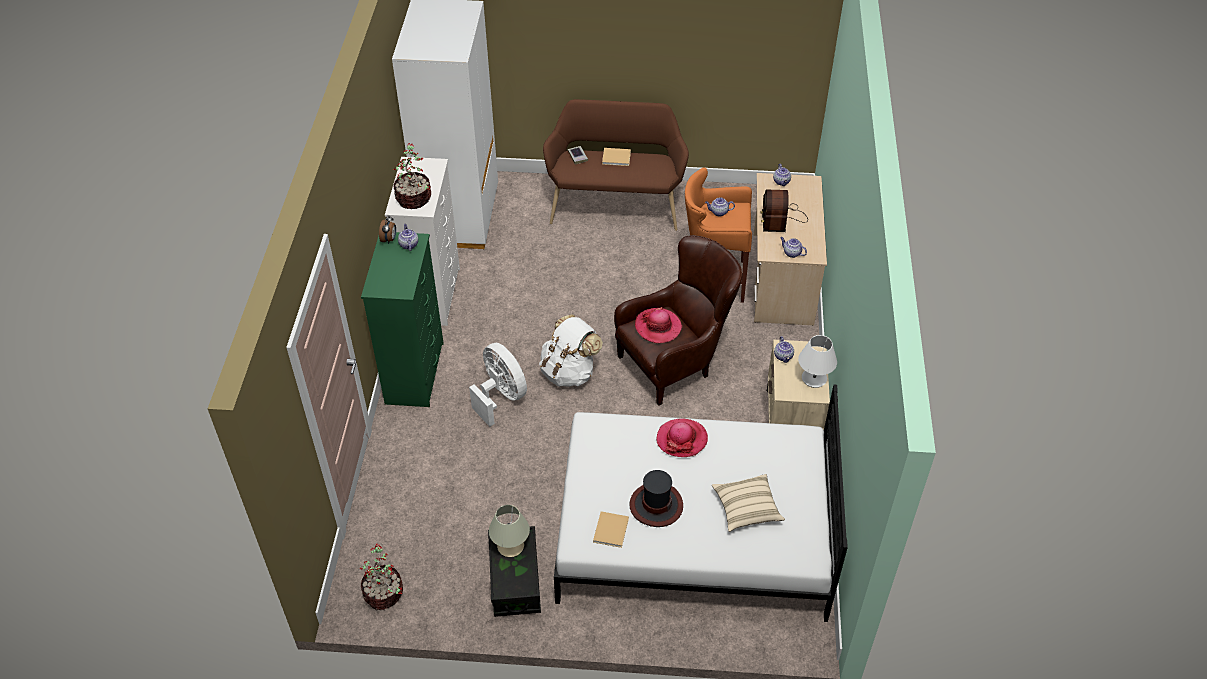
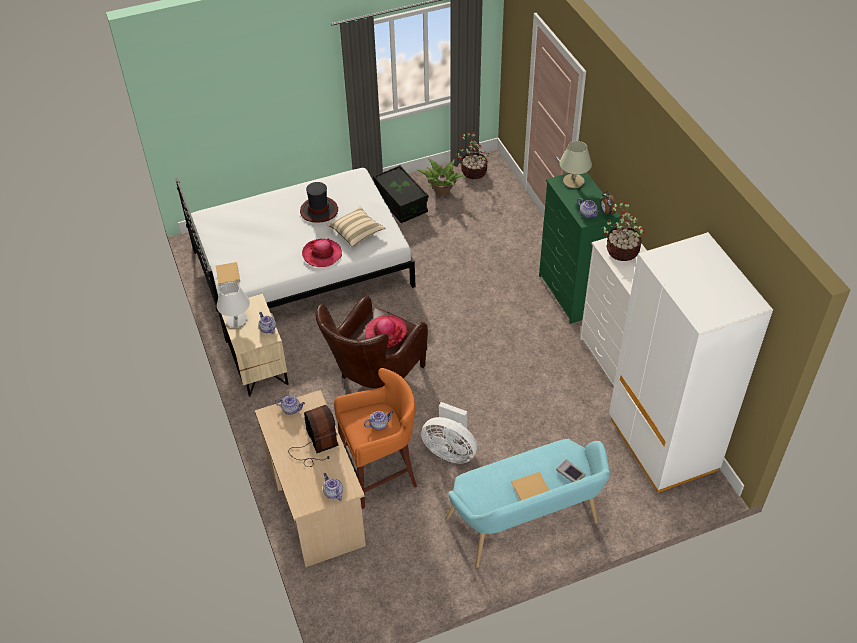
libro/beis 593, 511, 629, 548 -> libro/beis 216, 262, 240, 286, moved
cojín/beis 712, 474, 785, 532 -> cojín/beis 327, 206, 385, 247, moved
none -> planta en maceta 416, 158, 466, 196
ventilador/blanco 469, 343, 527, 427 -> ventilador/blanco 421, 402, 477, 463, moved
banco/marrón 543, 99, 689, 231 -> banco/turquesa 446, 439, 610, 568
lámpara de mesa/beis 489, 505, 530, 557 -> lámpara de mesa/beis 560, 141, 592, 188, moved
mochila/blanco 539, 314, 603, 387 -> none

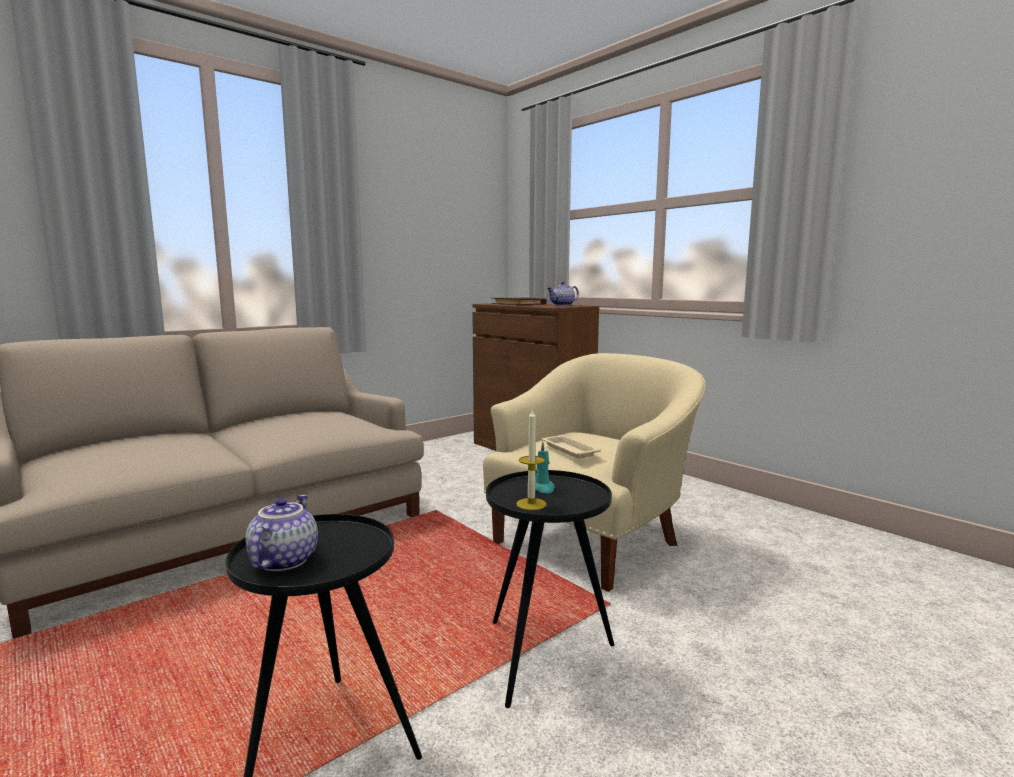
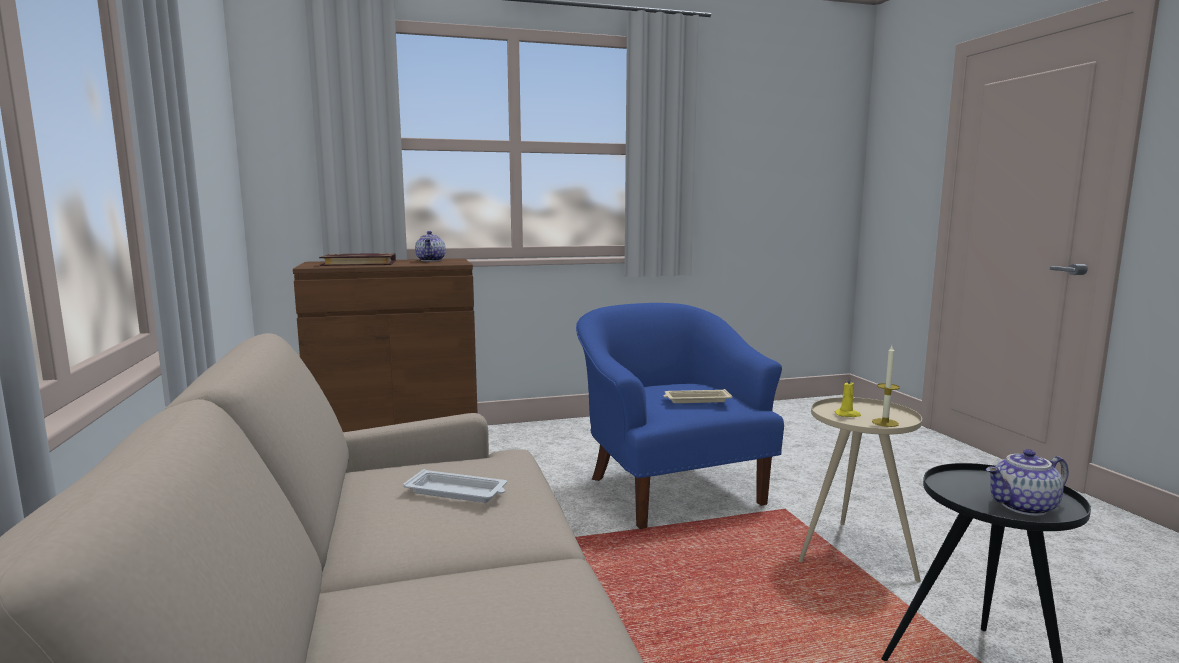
none -> bandeja/blanco 403, 469, 507, 503
sillón/beis 483, 353, 706, 592 -> sillón/azul 576, 303, 784, 529
mesa auxiliar/negro 486, 470, 614, 708 -> mesa auxiliar/beis 799, 397, 922, 583
vela/turquesa 535, 442, 555, 494 -> vela/amarillo 834, 375, 861, 417
tetera 246, 495, 318, 571 -> tetera 986, 449, 1069, 516, 45 degrees counterclockwise

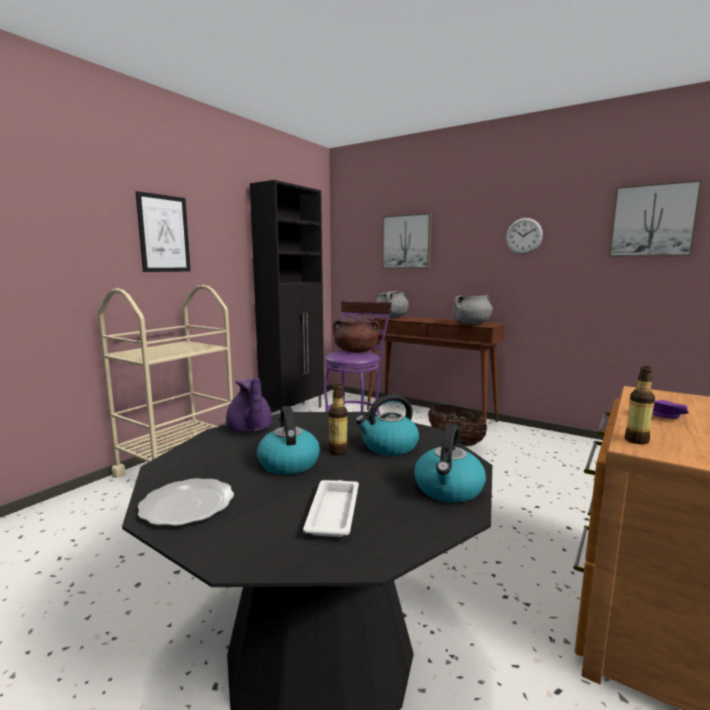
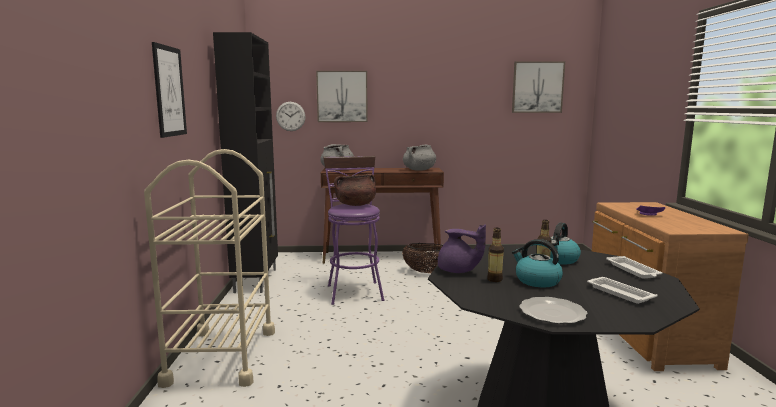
reloj de pared 506, 218, 543, 254 -> reloj de pared 276, 102, 306, 131, moved
botella 625, 366, 655, 444 -> botella 487, 228, 504, 282, moved
hervidor 414, 424, 486, 503 -> bandeja/blanco 606, 256, 662, 279

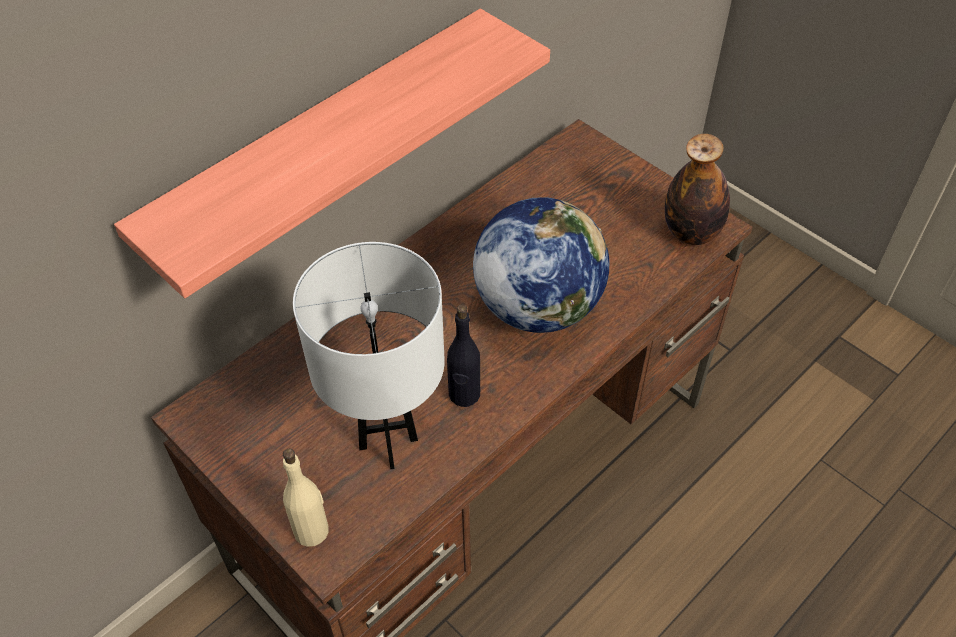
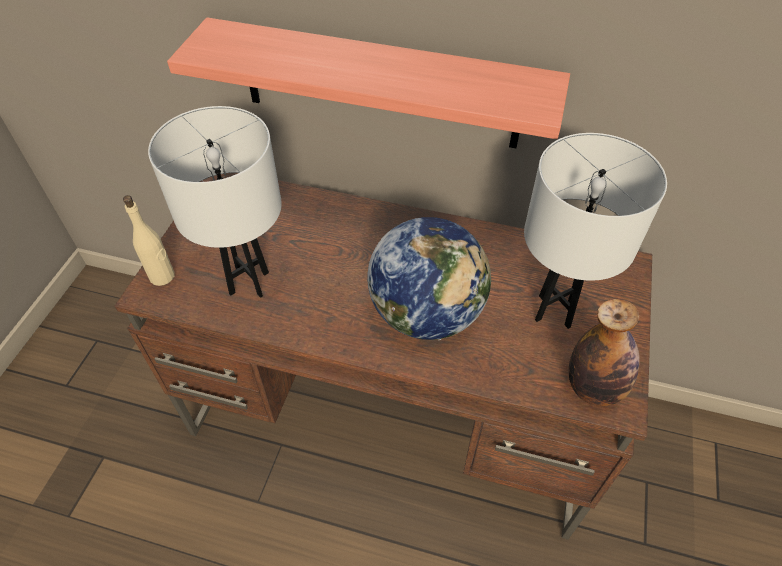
none -> lámpara de mesa/blanco 524, 133, 667, 329
botella/negro 447, 304, 480, 407 -> none

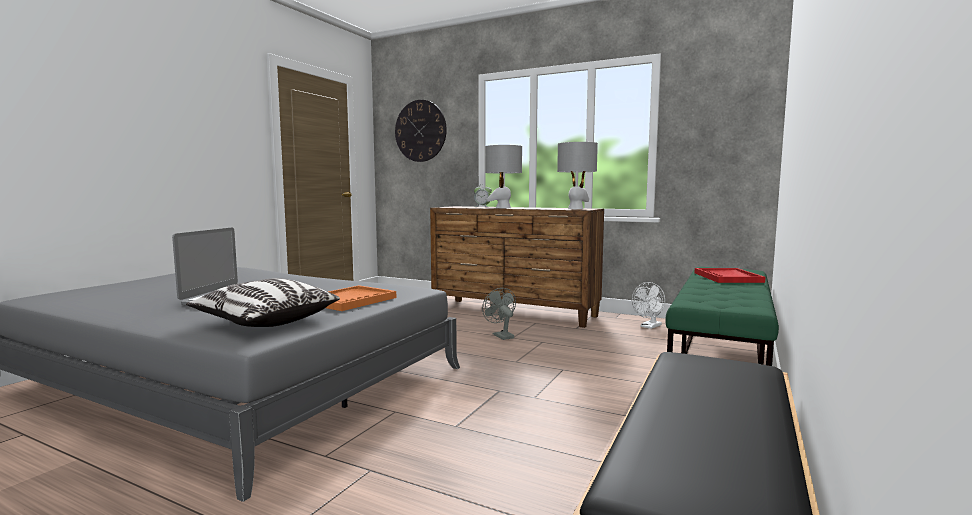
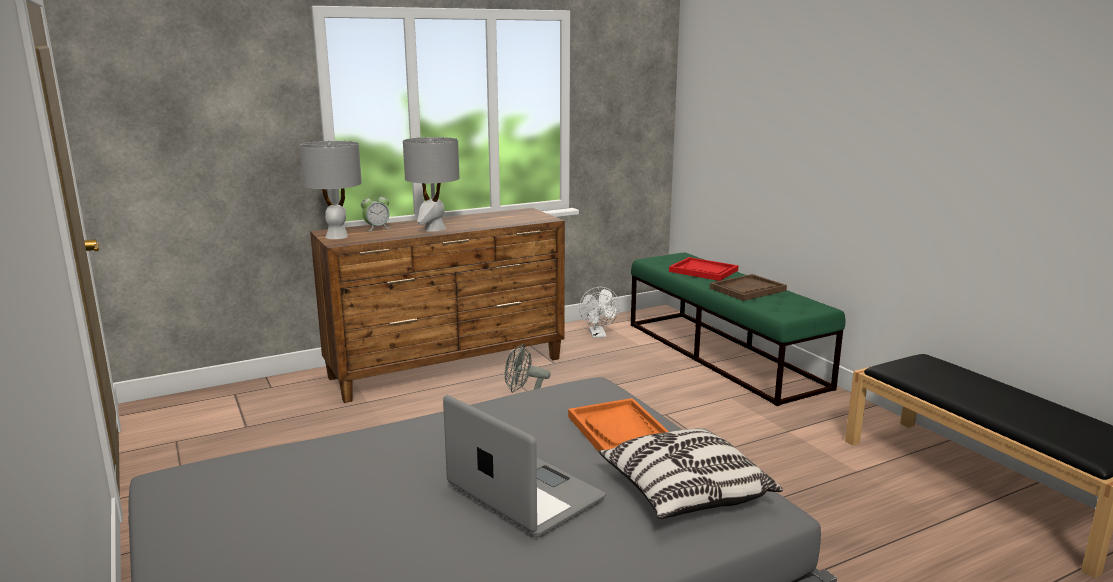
lámpara de mesa/gris 557, 142, 598, 209 -> lámpara de mesa/gris 300, 141, 362, 239, moved
none -> bandeja/marrón 710, 274, 787, 301
reloj de pared 395, 100, 447, 162 -> none

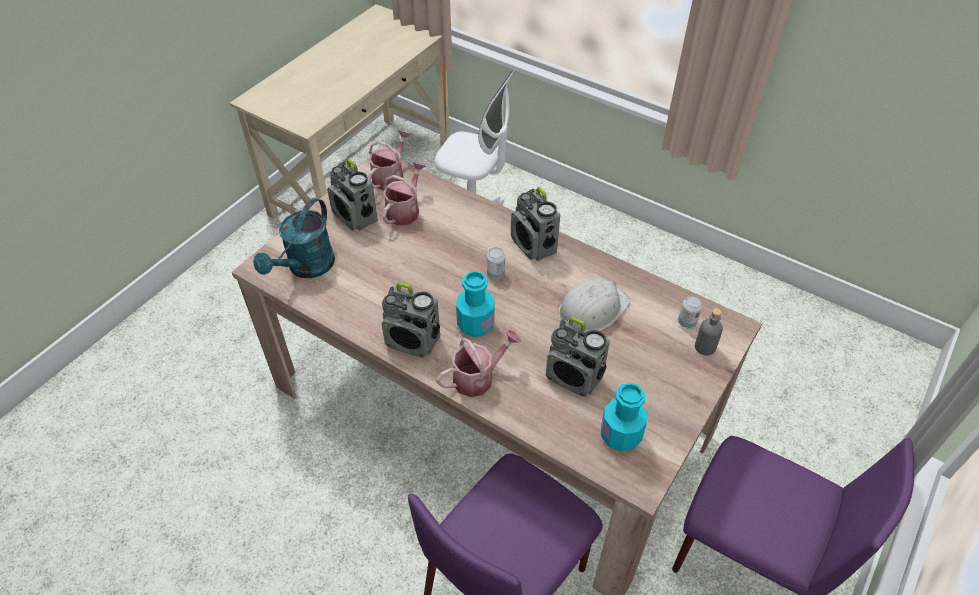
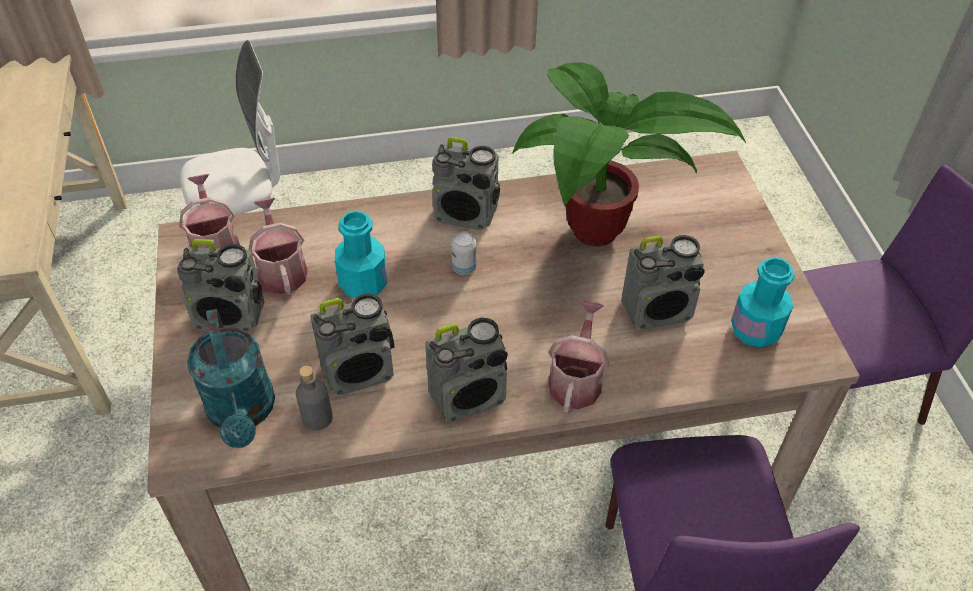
botella/gris 695, 308, 723, 356 -> botella/gris 296, 366, 333, 431, moved
none -> radio 310, 293, 395, 395
botella/turquesa 456, 271, 495, 337 -> botella/turquesa 335, 211, 387, 298, moved
casco/blanco 558, 278, 630, 331 -> planta en maceta 512, 62, 746, 246
lata 678, 295, 702, 328 -> none

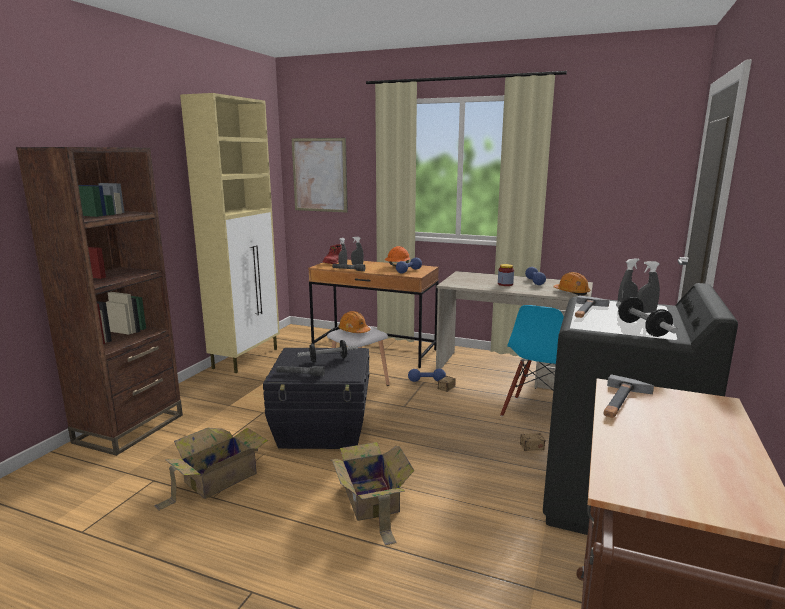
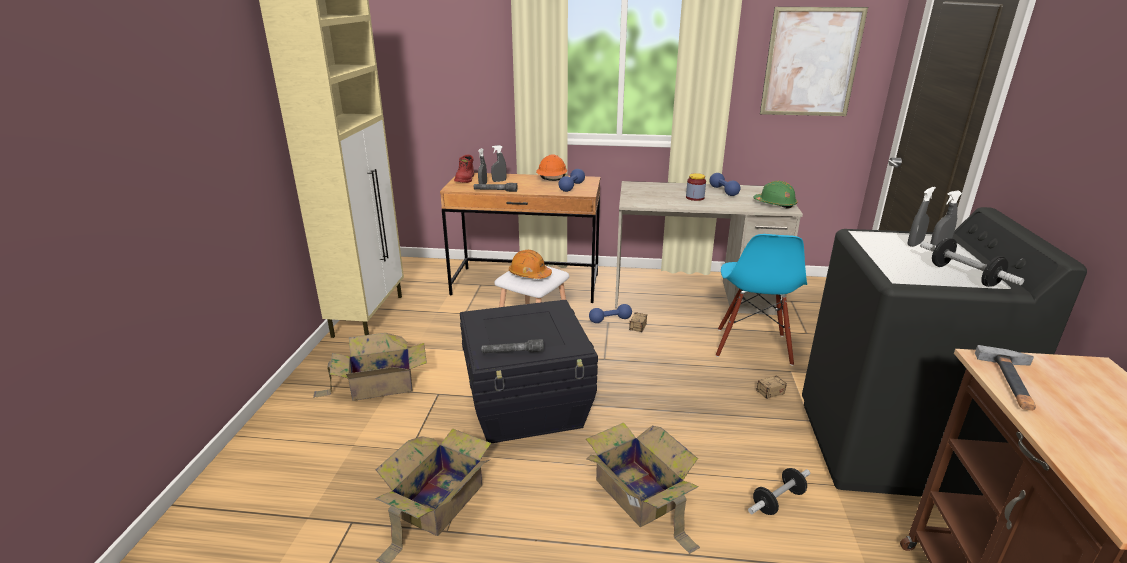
none -> caja de cartón 313, 333, 427, 401
mancuerna 297, 340, 358, 362 -> mancuerna 748, 468, 810, 515, moved
casco/naranja 553, 272, 590, 296 -> casco/verde 753, 181, 798, 208
cuadro 292, 138, 348, 213 -> cuadro 760, 7, 868, 116, moved
estantería/marrón 16, 147, 183, 456 -> none
martillo 575, 295, 609, 318 -> none

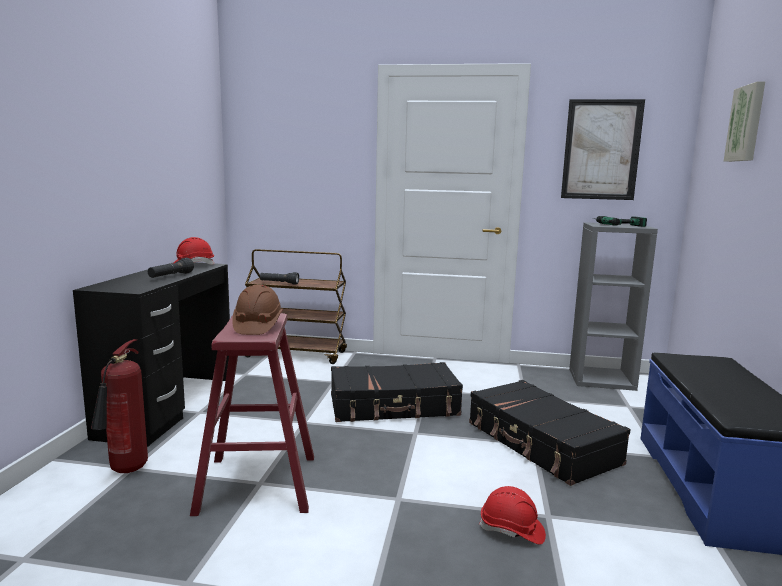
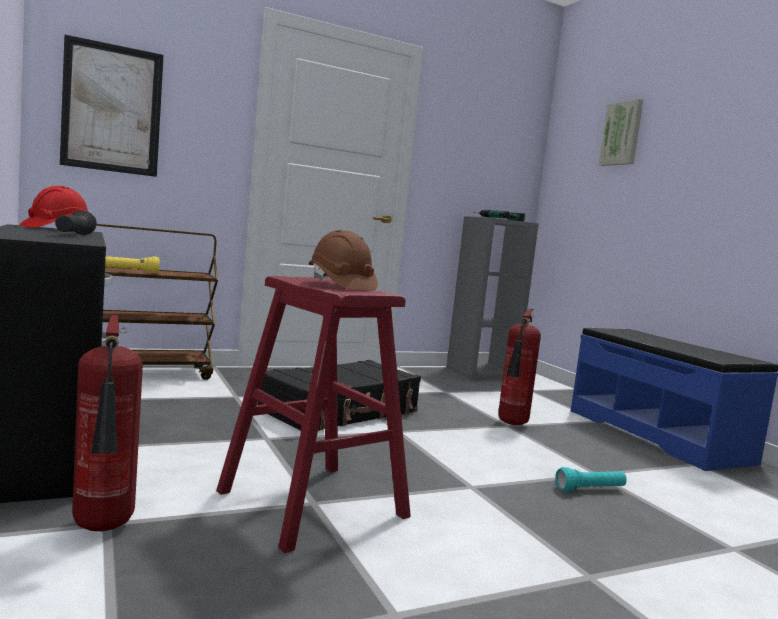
cuadro 561, 99, 645, 200 -> cuadro 60, 34, 164, 177, moved
linterna/negro 260, 272, 299, 285 -> linterna/amarillo 105, 256, 159, 274
maleta/negro 469, 380, 631, 486 -> extintor 498, 309, 541, 425
casco/rojo 479, 486, 546, 545 -> linterna/turquesa 555, 467, 627, 491

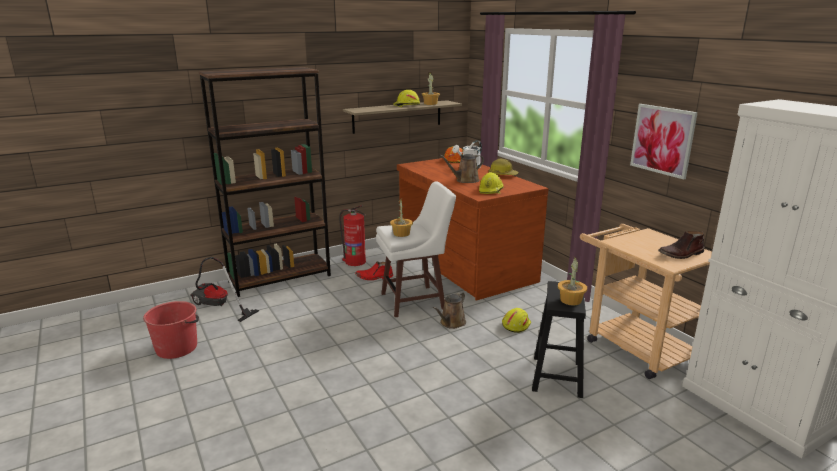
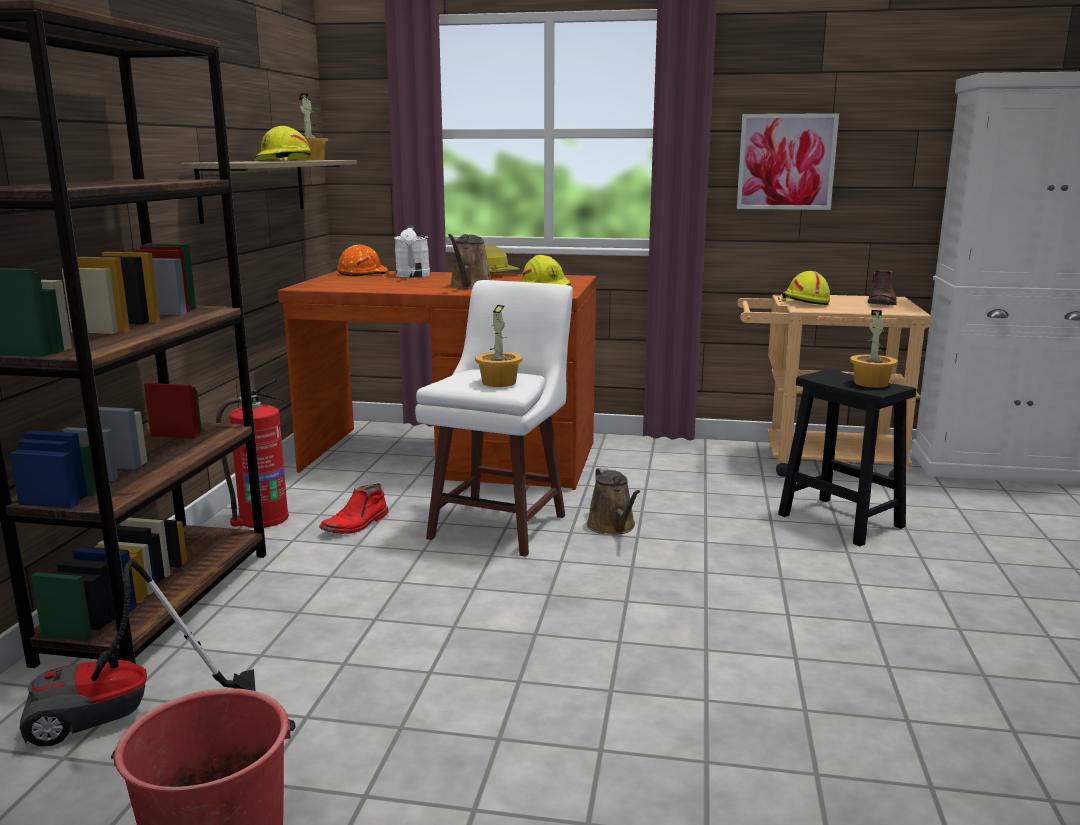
casco/amarillo 502, 308, 531, 333 -> casco/amarillo 781, 271, 830, 305, moved

